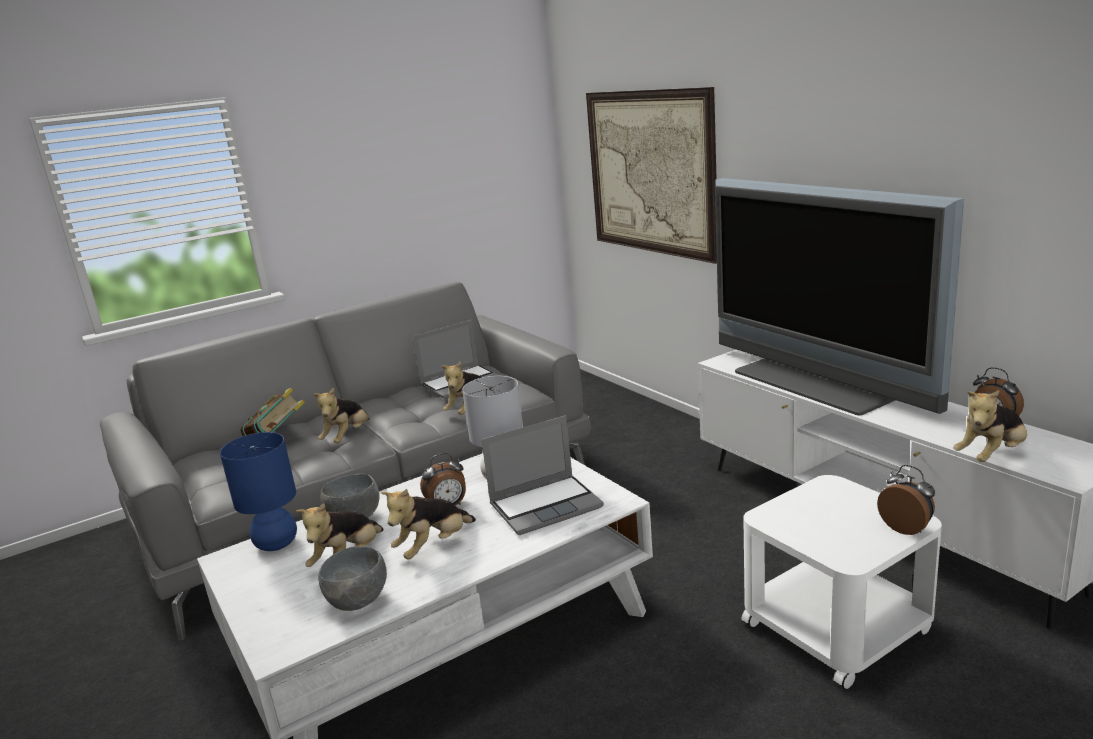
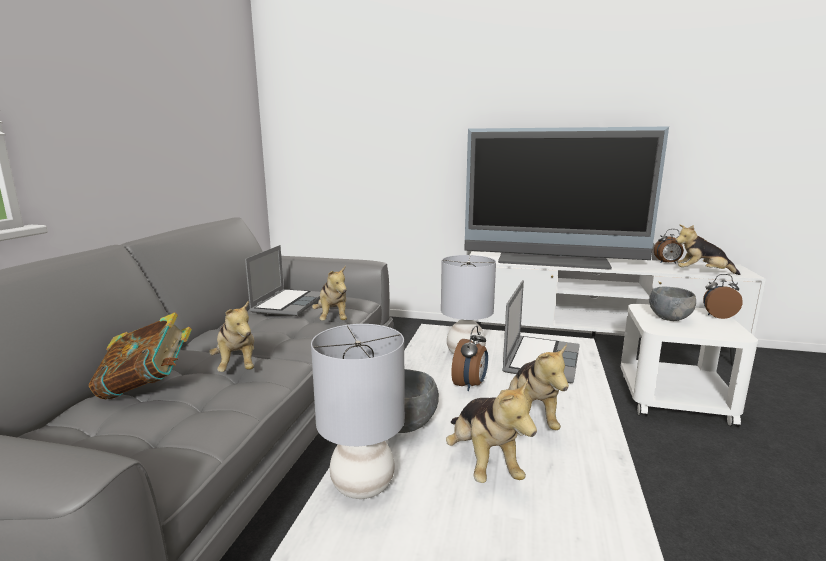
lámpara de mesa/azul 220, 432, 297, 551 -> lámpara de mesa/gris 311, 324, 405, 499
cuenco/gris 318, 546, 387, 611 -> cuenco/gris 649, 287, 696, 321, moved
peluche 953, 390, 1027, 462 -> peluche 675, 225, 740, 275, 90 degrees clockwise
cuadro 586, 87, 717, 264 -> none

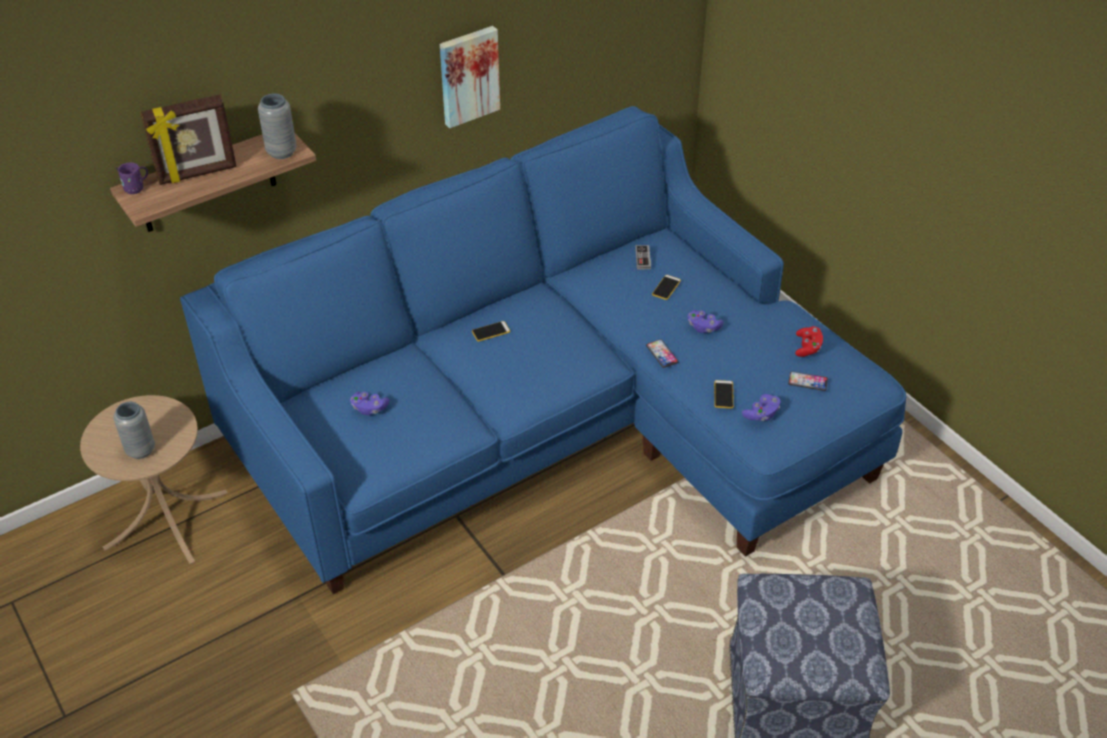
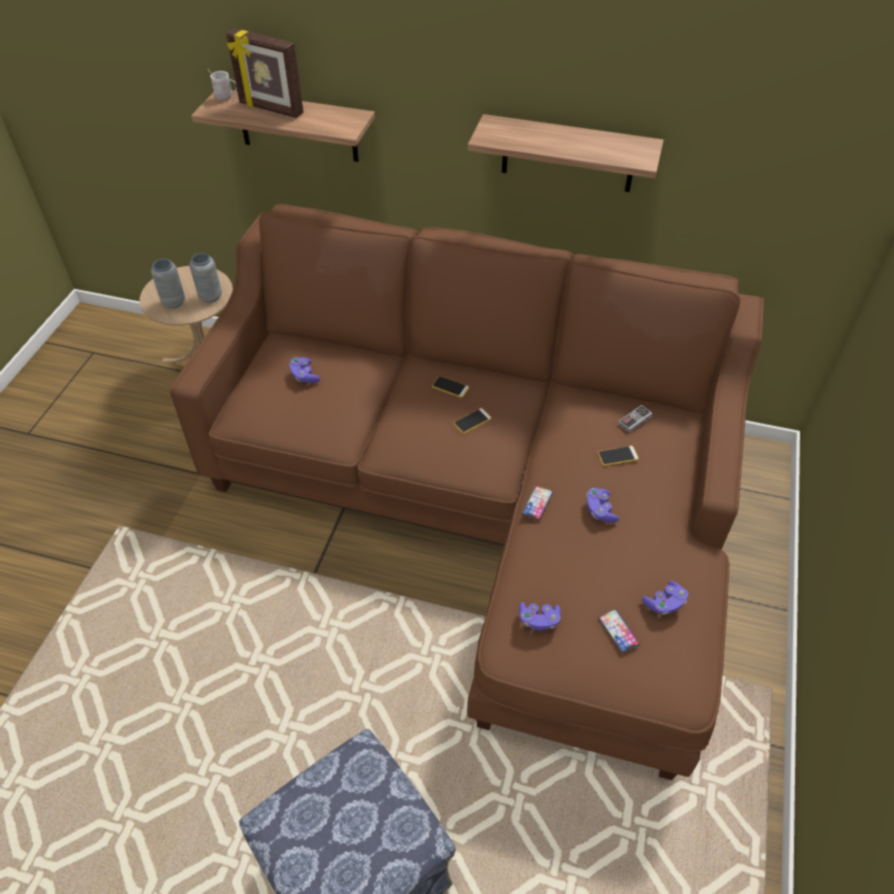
sofá/azul 180, 106, 906, 594 -> sofá/marrón 170, 204, 764, 780
florero/gris 258, 93, 297, 159 -> florero/gris 189, 253, 222, 303, moved
taza grande/morado 116, 162, 148, 194 -> taza grande/blanco 208, 69, 237, 100
móvil 714, 380, 734, 409 -> móvil 454, 408, 491, 434, moved
cuadro 440, 26, 500, 128 -> estante 468, 114, 664, 192
mando de consola/rojo 795, 326, 823, 357 -> mando de consola/morado 642, 581, 688, 615

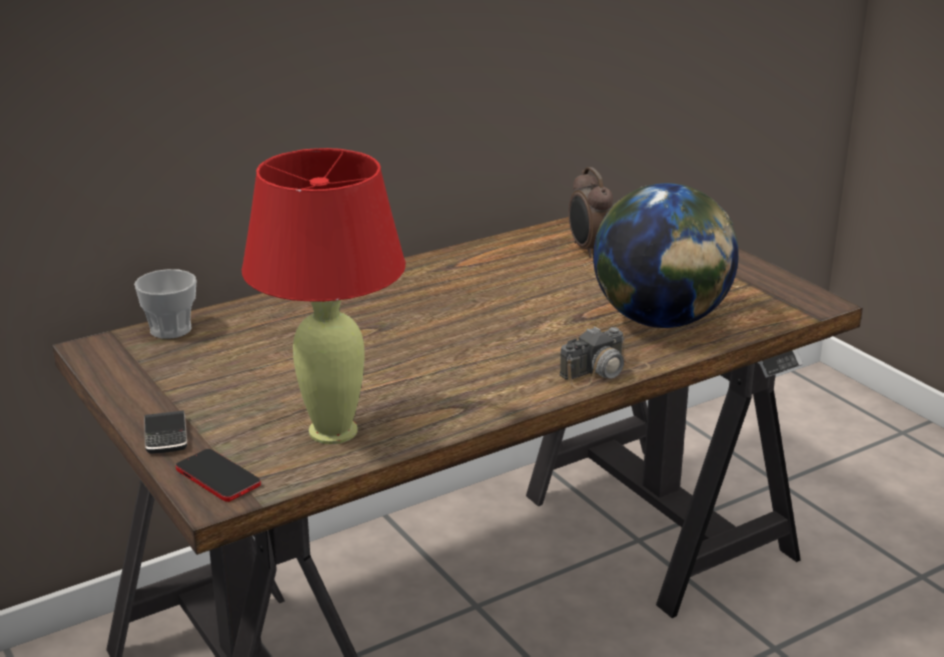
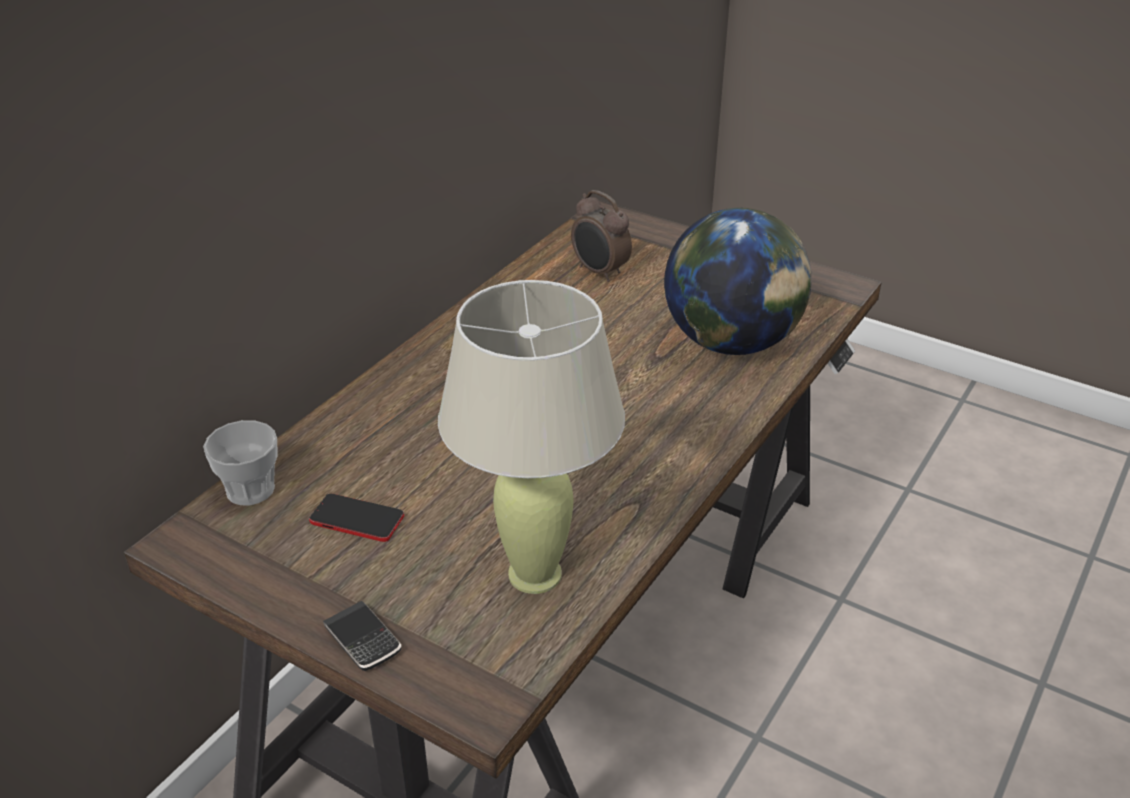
móvil 176, 449, 261, 502 -> móvil 309, 494, 404, 542, moved
lámpara de mesa/rojo 242, 148, 406, 444 -> lámpara de mesa/beis 438, 280, 625, 594
cámara 560, 326, 651, 388 -> none

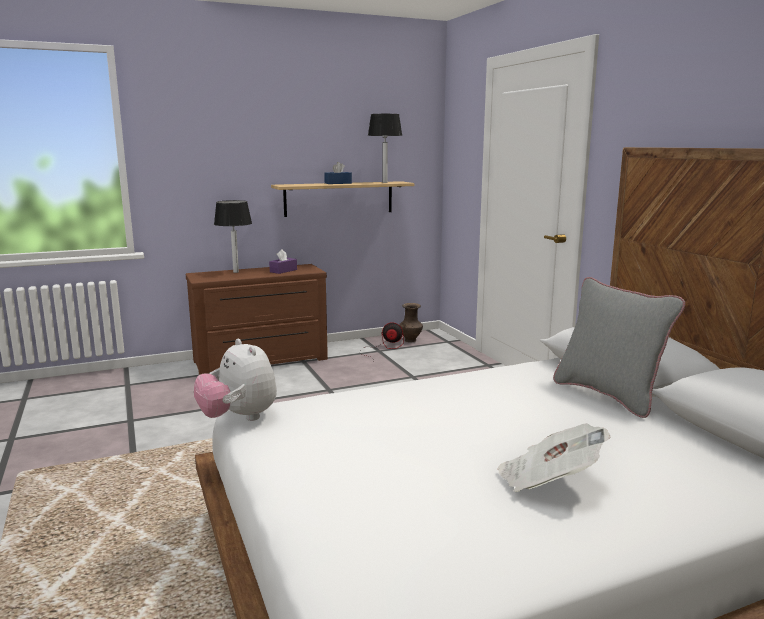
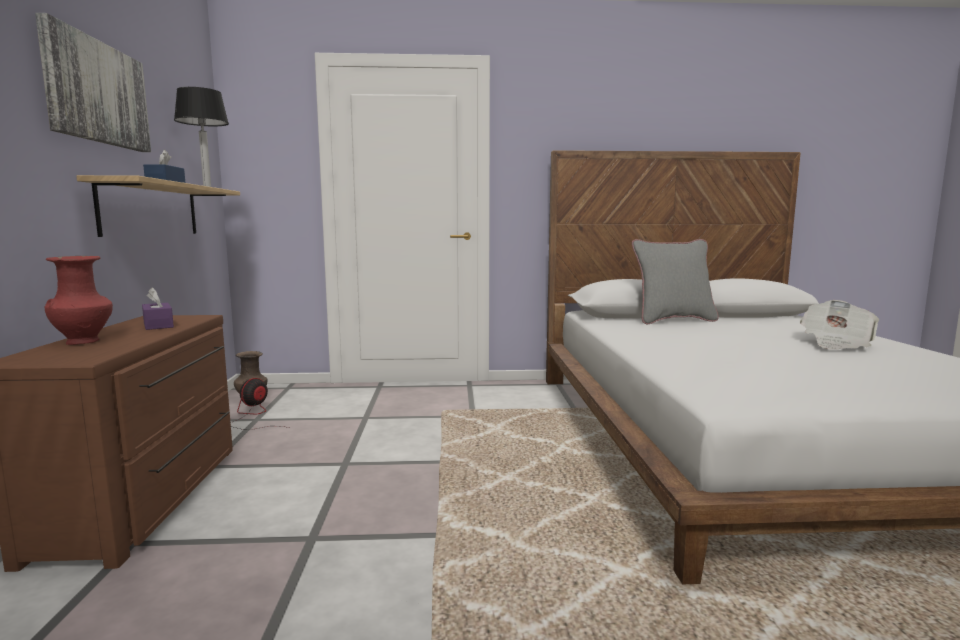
none -> cuadro 35, 13, 151, 152
lámpara de mesa 214, 200, 252, 273 -> florero/rojo 45, 256, 113, 345
peluche 194, 339, 277, 421 -> none

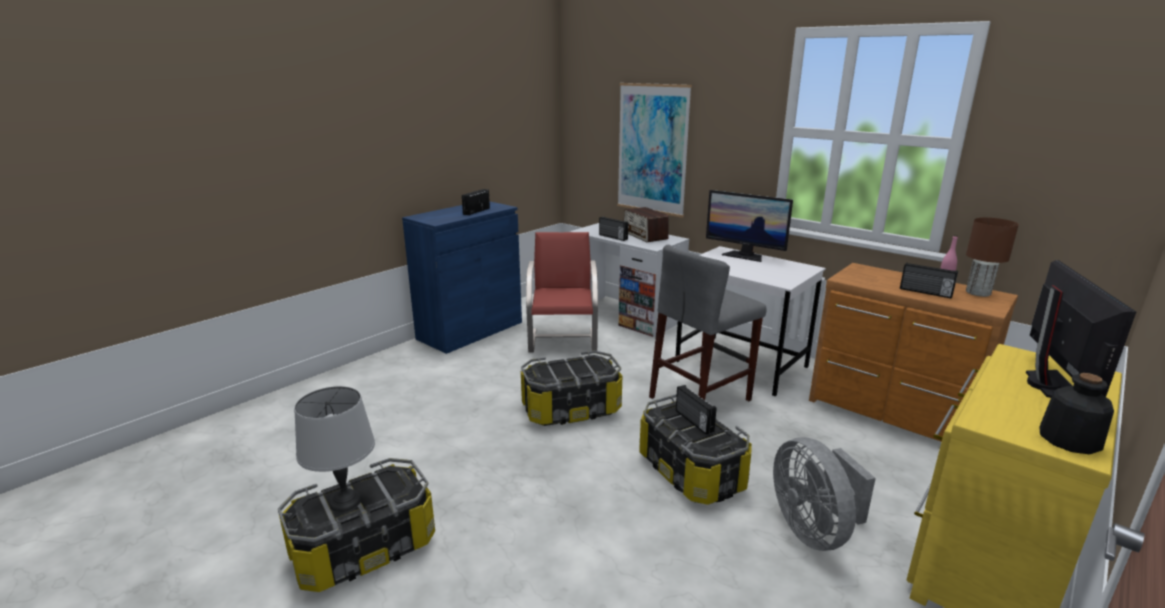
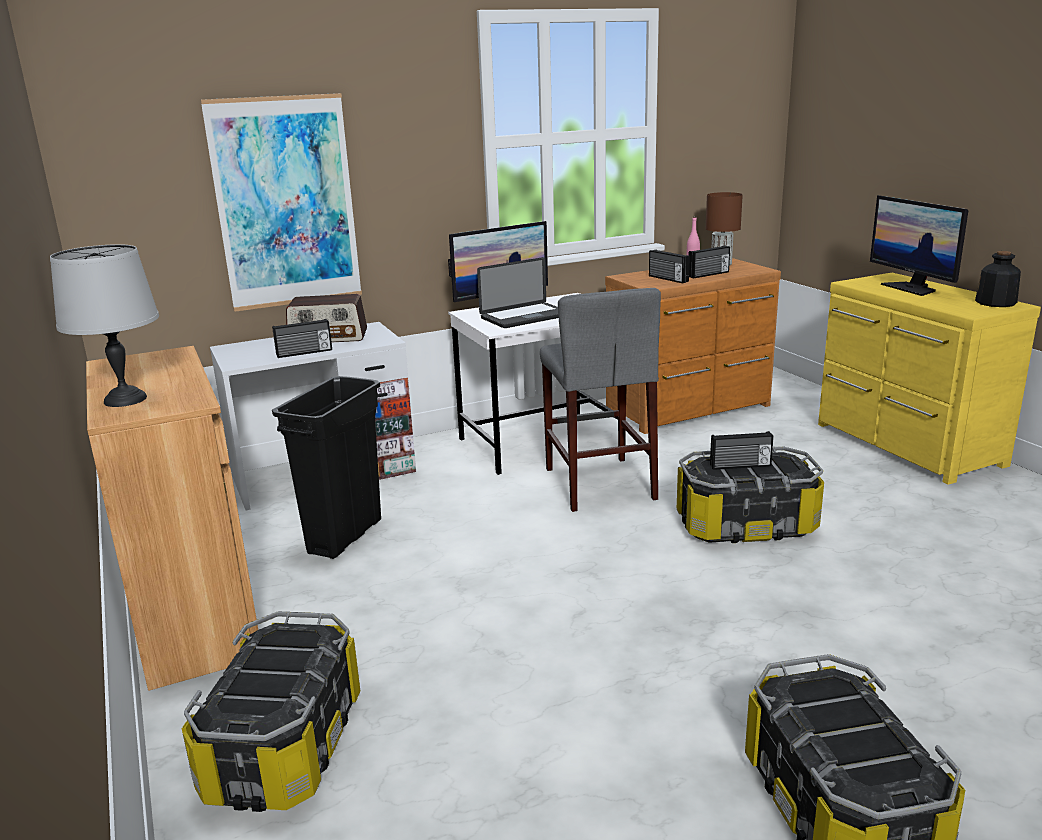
lámpara de mesa/gris 294, 386, 375, 512 -> lámpara de mesa/gris 50, 244, 159, 407, moved
armario/azul 402, 202, 522, 354 -> armario/marrón 86, 346, 258, 691
caja de almacenaje 521, 351, 622, 426 -> caja de almacenaje 182, 612, 360, 812, moved
silla/rojo 526, 232, 598, 353 -> papelera/negro 272, 376, 381, 559
none -> portátil 477, 257, 559, 328
radio 462, 189, 490, 215 -> radio 649, 249, 690, 283, moved
monitor 1026, 260, 1136, 398 -> monitor 870, 195, 968, 296, 150 degrees counterclockwise
ventilador/gris 773, 437, 876, 551 -> none

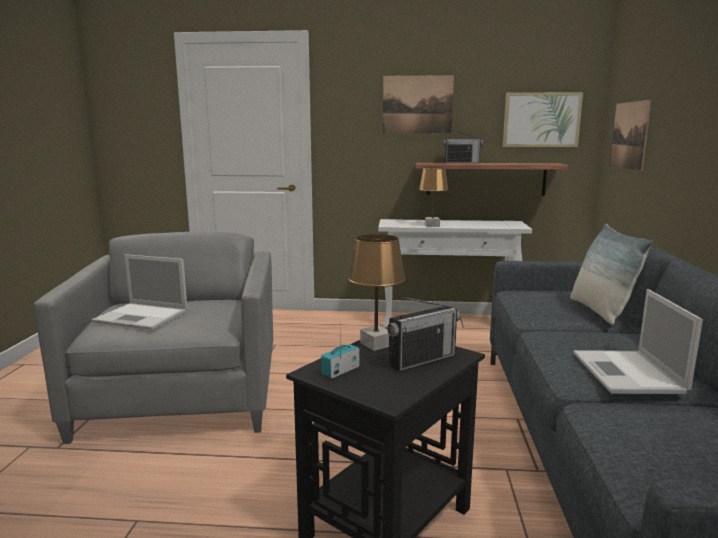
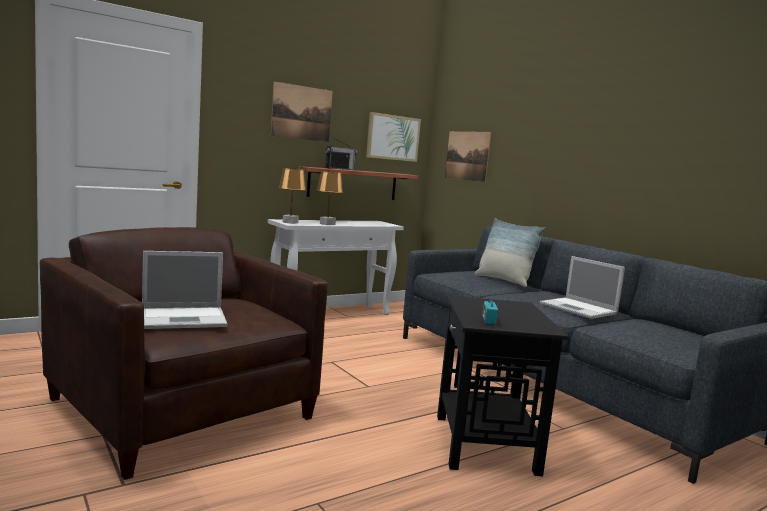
sillón/gris 34, 232, 273, 444 -> sillón/marrón 40, 227, 328, 480
lámpara de mesa/marrón 348, 234, 405, 351 -> lámpara de mesa/marrón 279, 168, 306, 224, moved
radio 387, 297, 460, 372 -> none

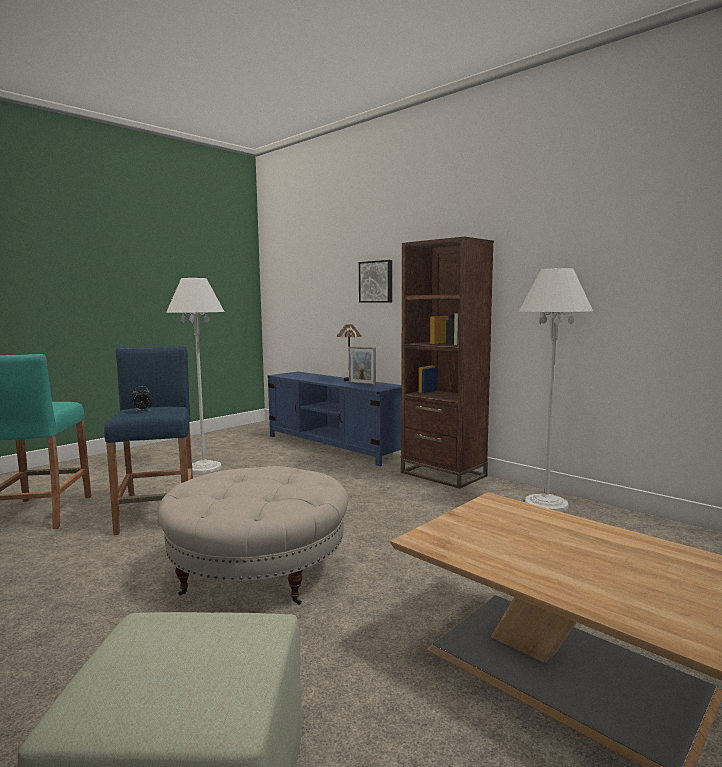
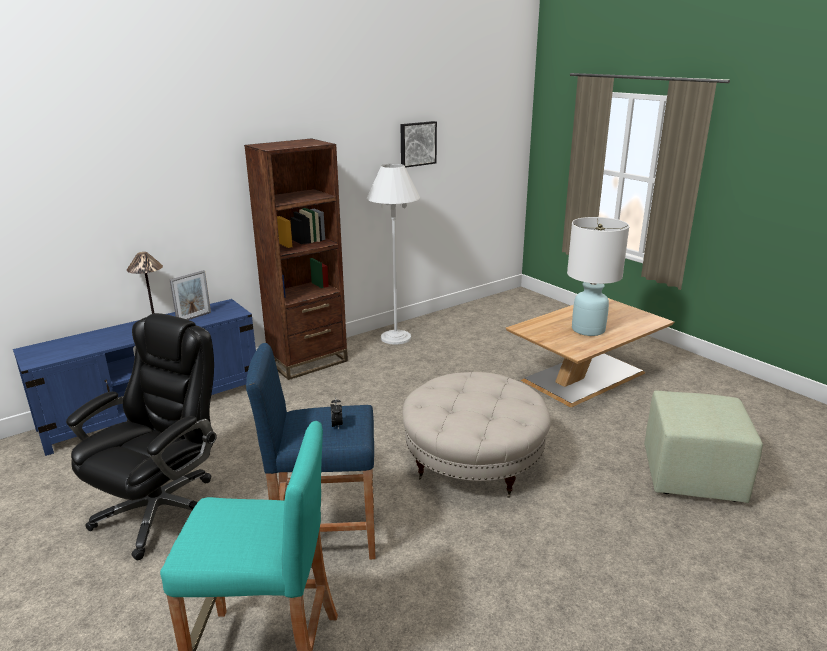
lámpara de pie/blanco 166, 278, 225, 473 -> silla de oficina/negro 66, 313, 217, 560
cuadro 359, 260, 392, 303 -> cuadro 401, 121, 437, 168, moved
none -> lámpara de mesa/blanco 567, 217, 630, 336

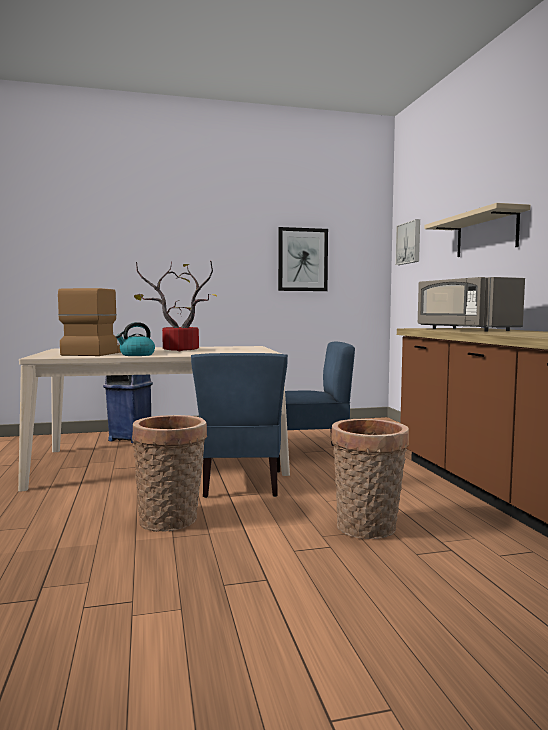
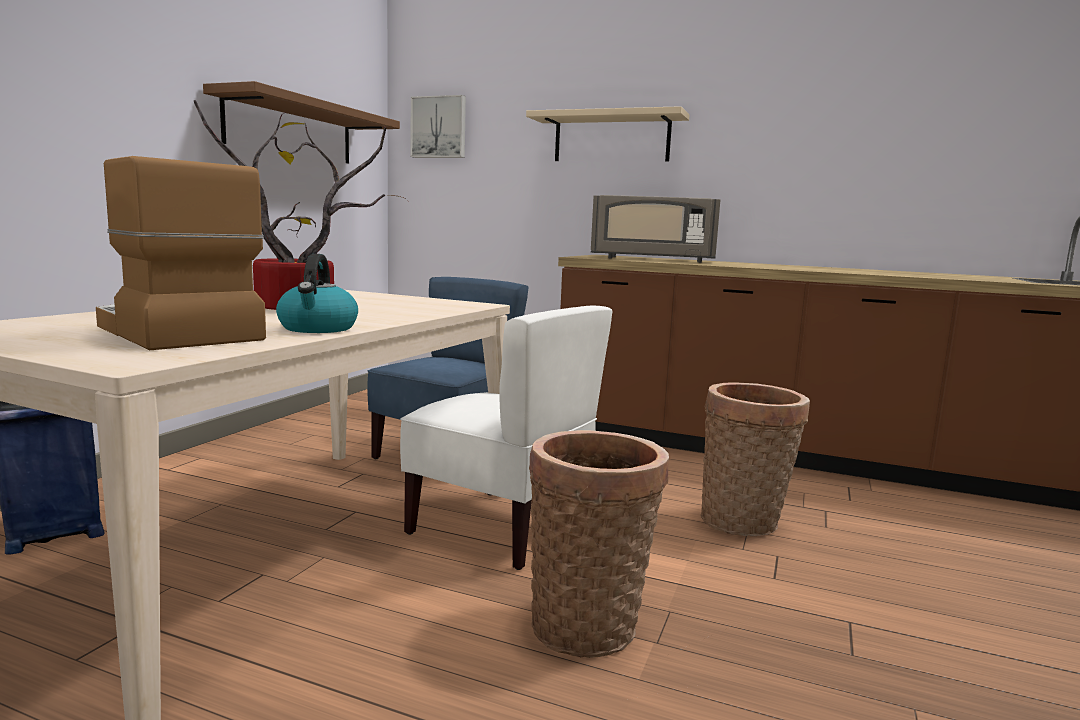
cuadro 278, 227, 328, 291 -> estante/marrón 203, 81, 400, 164
silla/azul 191, 353, 288, 498 -> silla/blanco 400, 306, 612, 570

